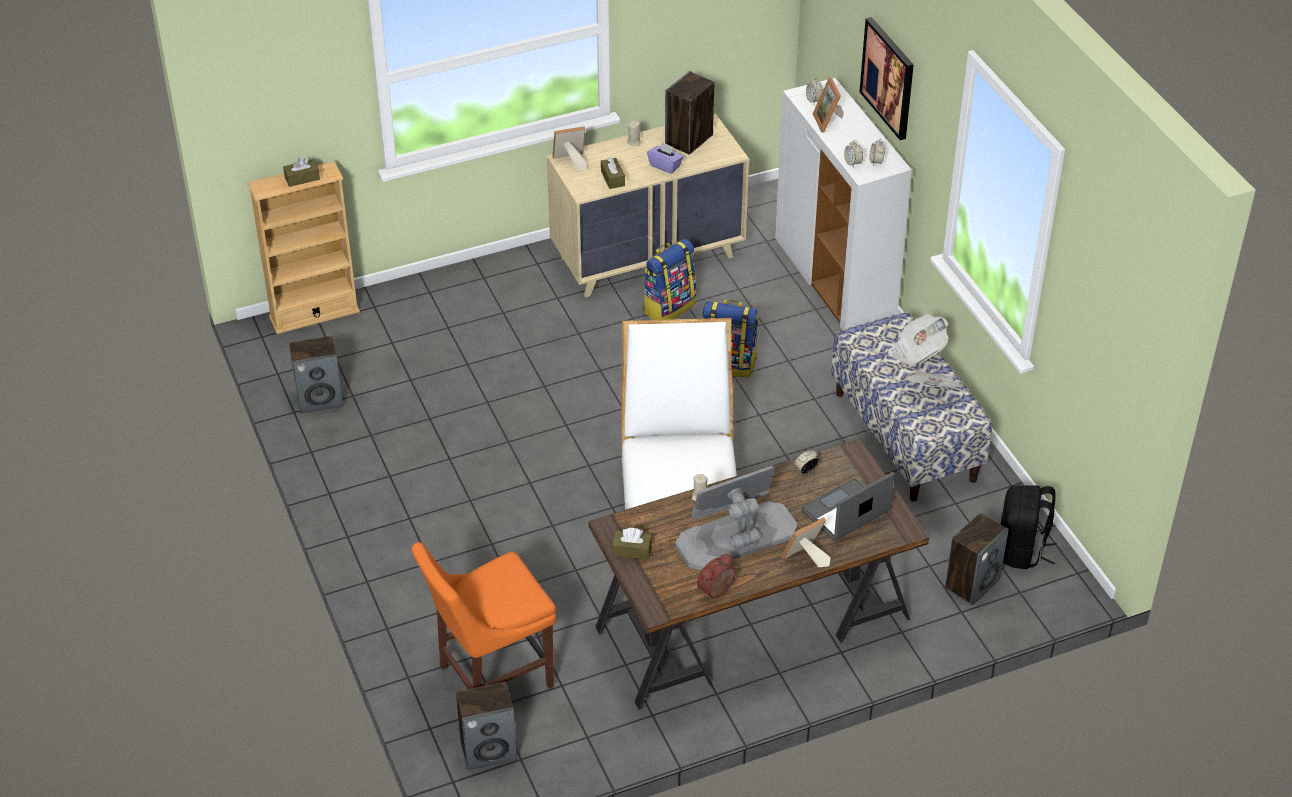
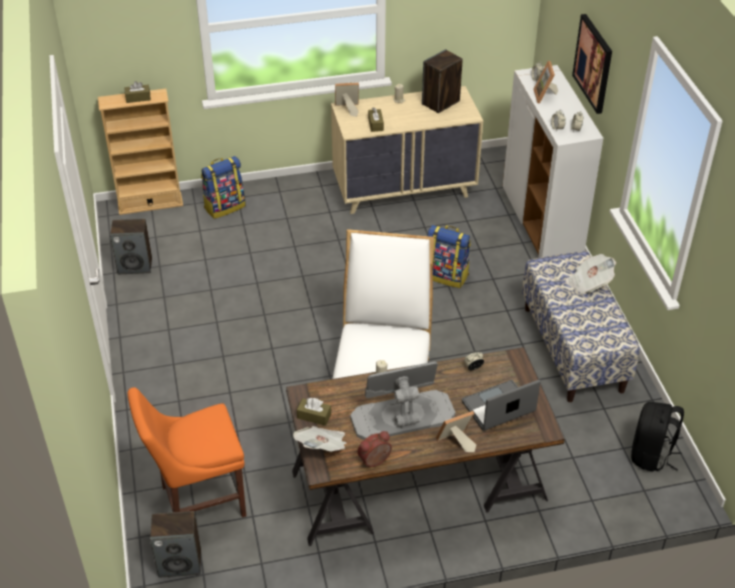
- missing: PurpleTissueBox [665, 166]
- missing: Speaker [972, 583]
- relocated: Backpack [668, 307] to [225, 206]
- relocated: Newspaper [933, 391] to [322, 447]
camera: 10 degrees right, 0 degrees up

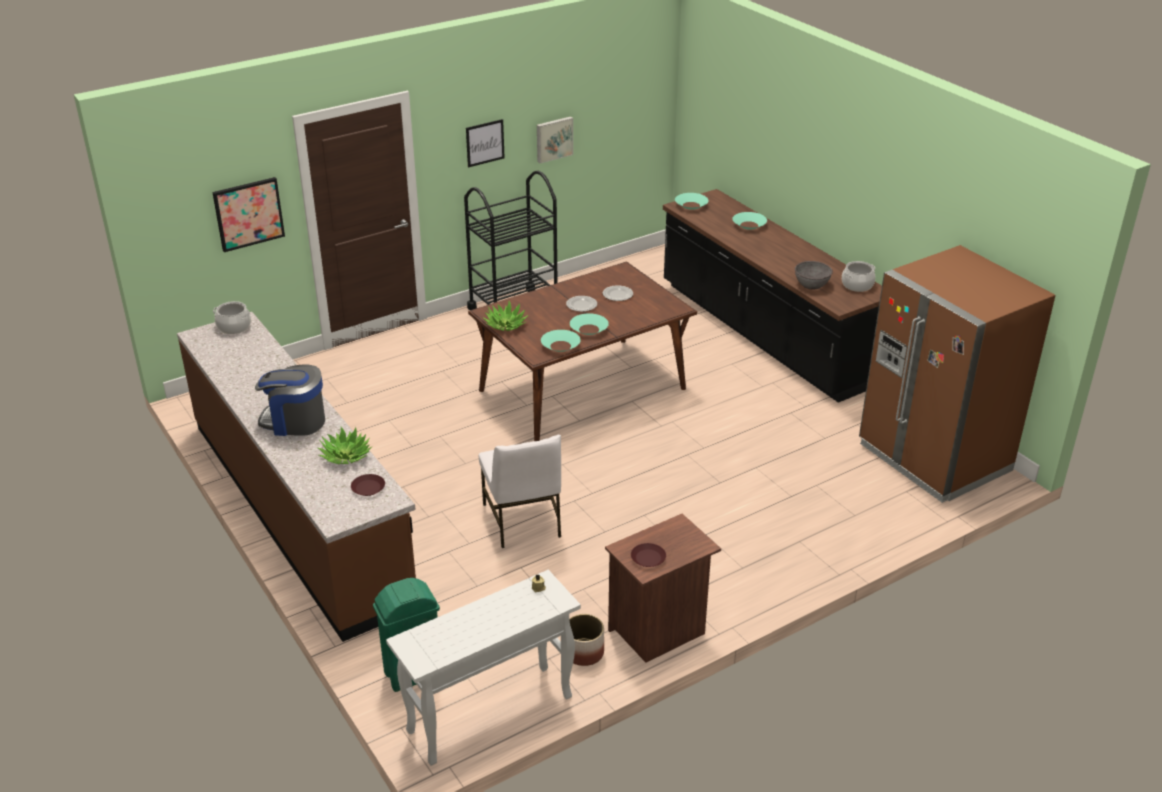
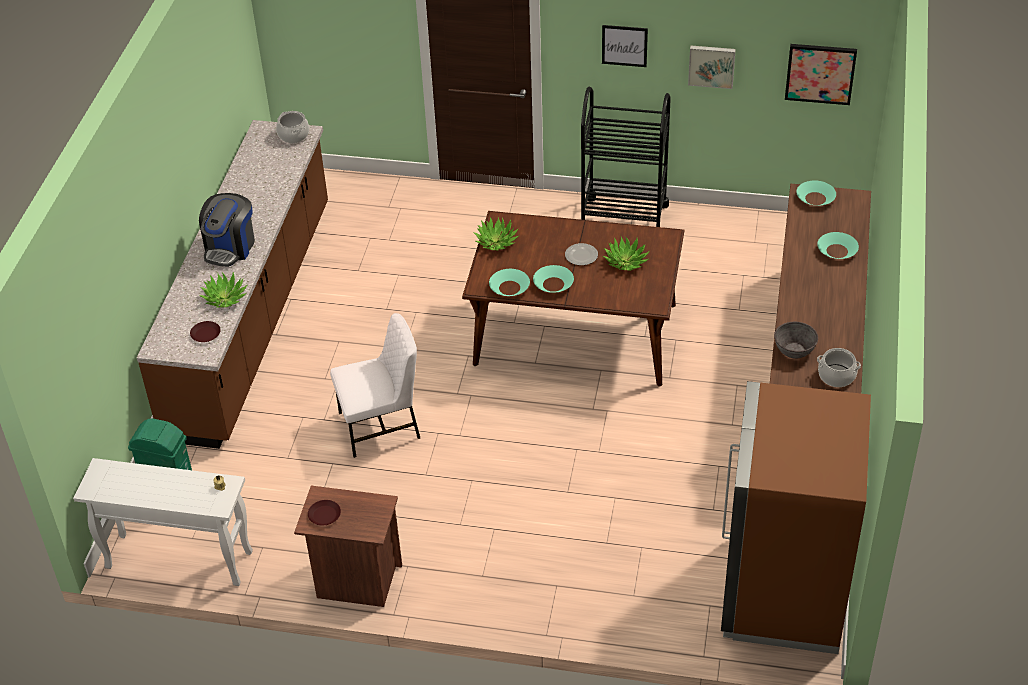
- missing: Planter [584, 652]
- relocated: Picture [248, 213] to [820, 73]
- exchanged: Plate [618, 294] to PottedPlant [626, 261]
- spun: CoffeeMachine [294, 421] = [230, 247] 120 degrees counterclockwise
- spun: WhiteChair [523, 521] = [381, 426] 135 degrees counterclockwise
camera: 45 degrees right, 10 degrees up

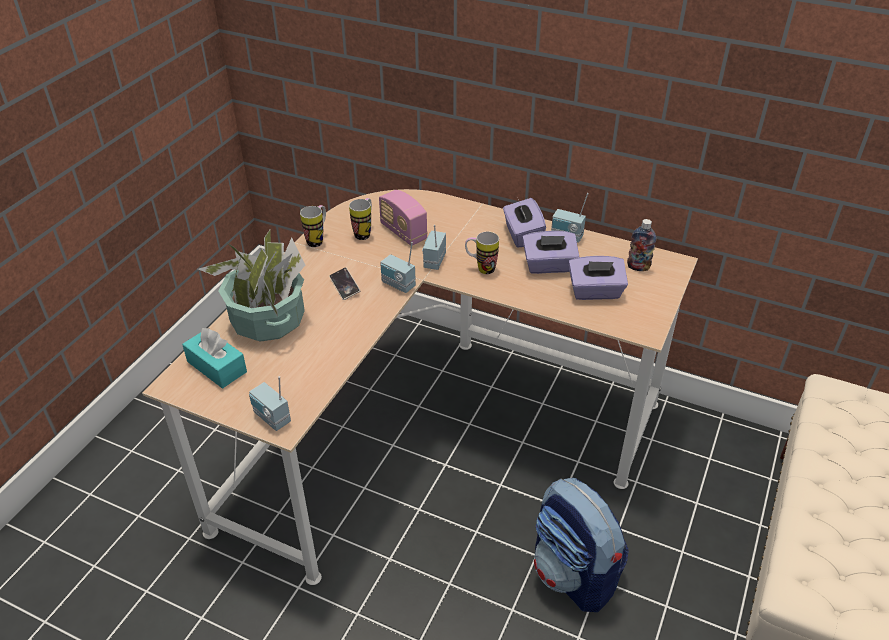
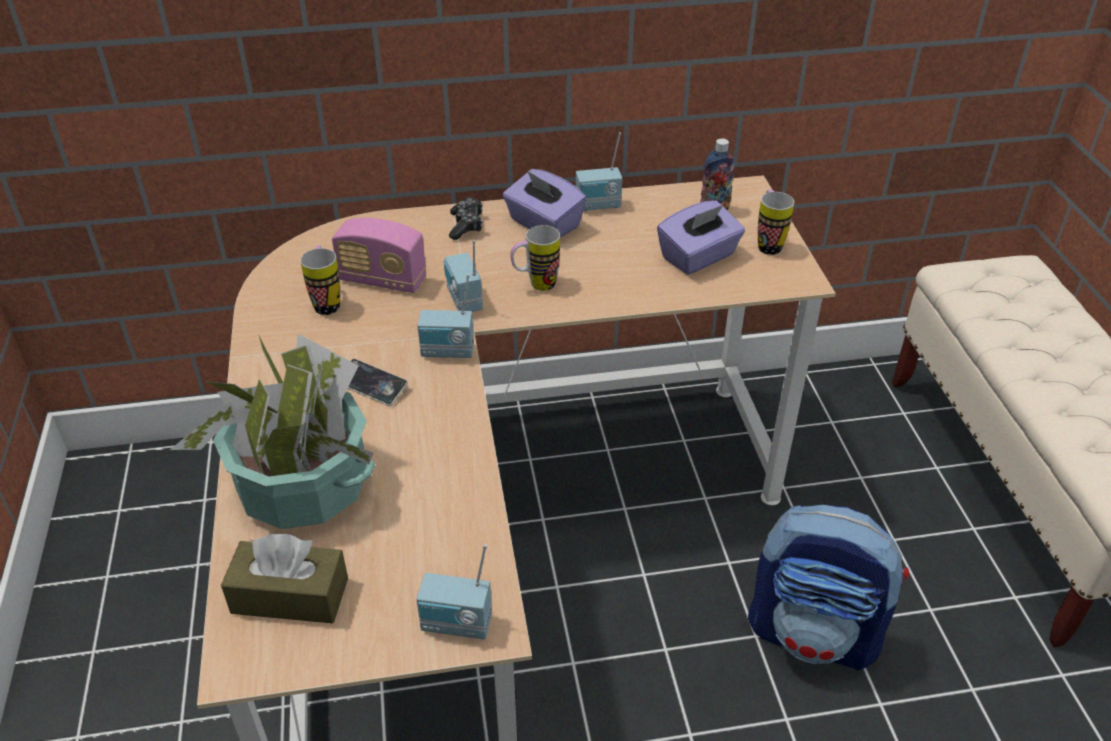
- missing: PurpleTissueBox [549, 266]
- appeared: GameController [466, 225]
- relocated: Mug [318, 240] to [767, 243]
- colour: TurquoiseTissueBox [217, 367] to BrownTissueBox [290, 596]
camera: 35 degrees left, 0 degrees up

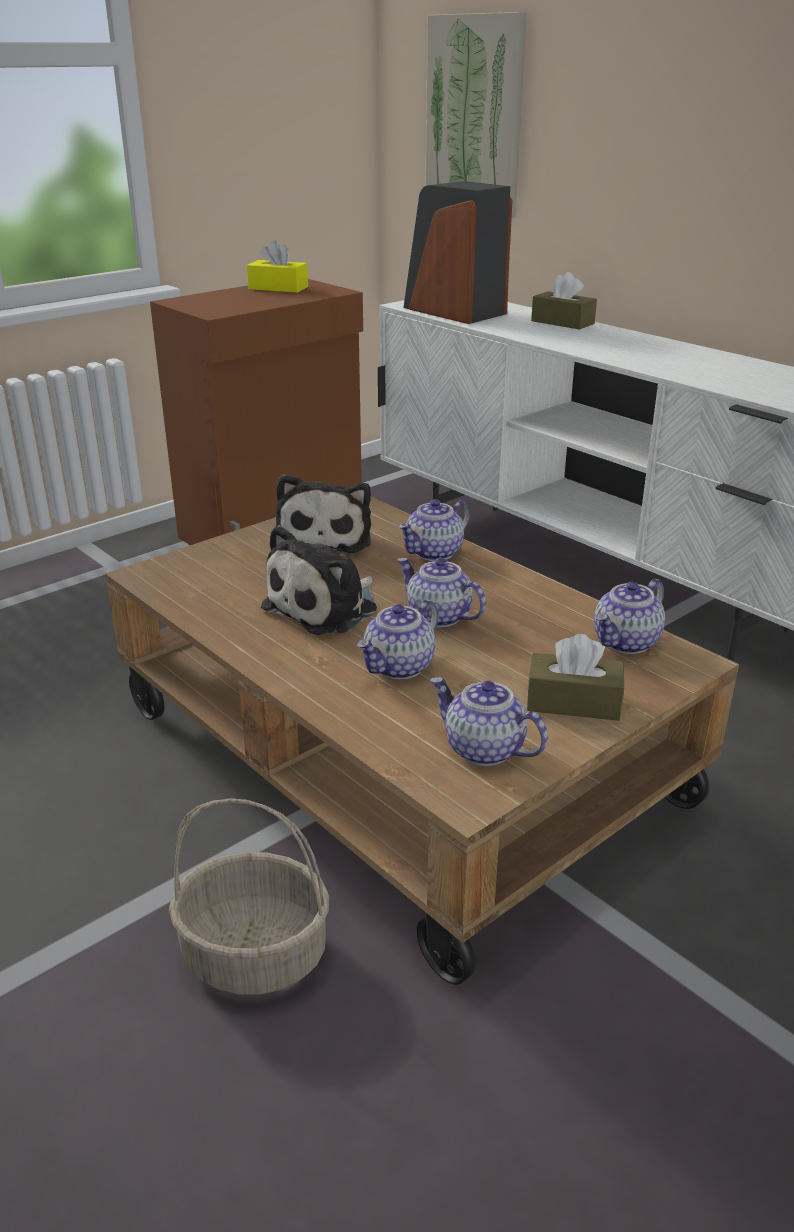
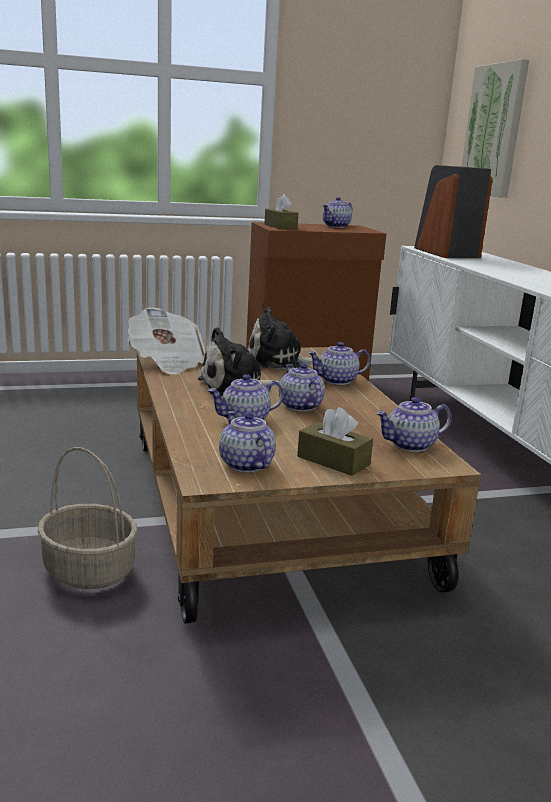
- appeared: Newspaper [167, 362]
- relocated: BrownTissueBox [562, 322] to [280, 227]
- exchanged: YellowTissueBox [278, 288] to Teapot [336, 226]
- spun: PlushToy [326, 537] = [278, 361] 60 degrees clockwise
camera: 25 degrees right, 10 degrees down

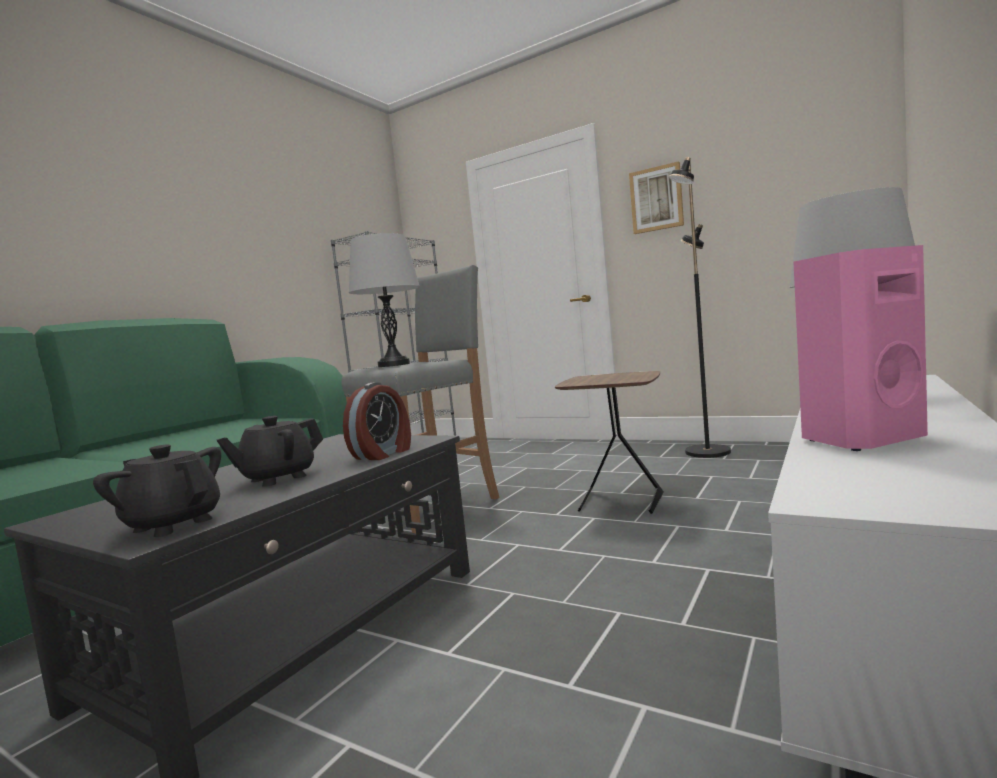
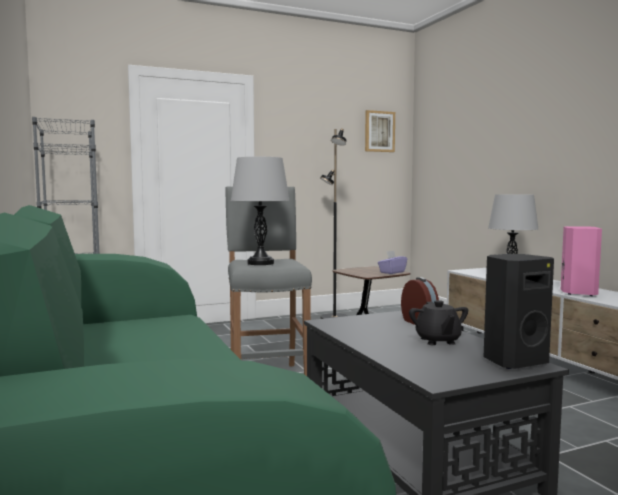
- appeared: PurpleTissueBox [392, 272]
- relocated: Picture [656, 199] to [379, 131]
- exchanged: BlackTeapot [173, 524] to BlackSpeaker [513, 361]
camera: 55 degrees left, 0 degrees up

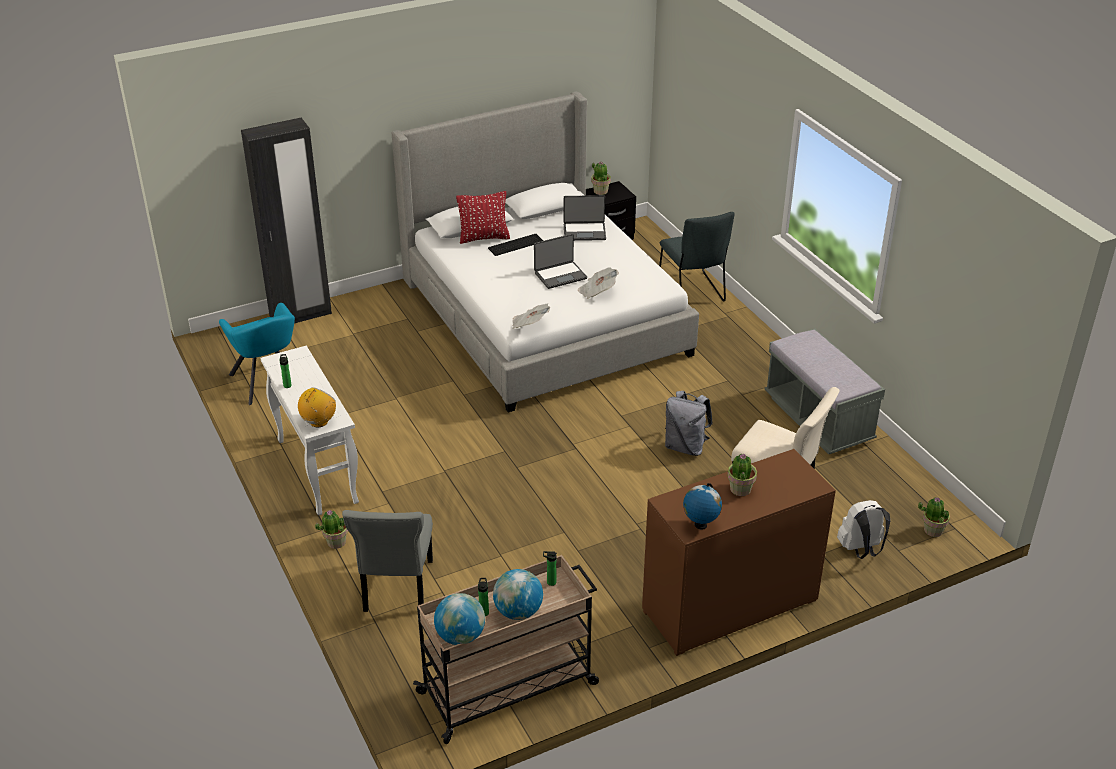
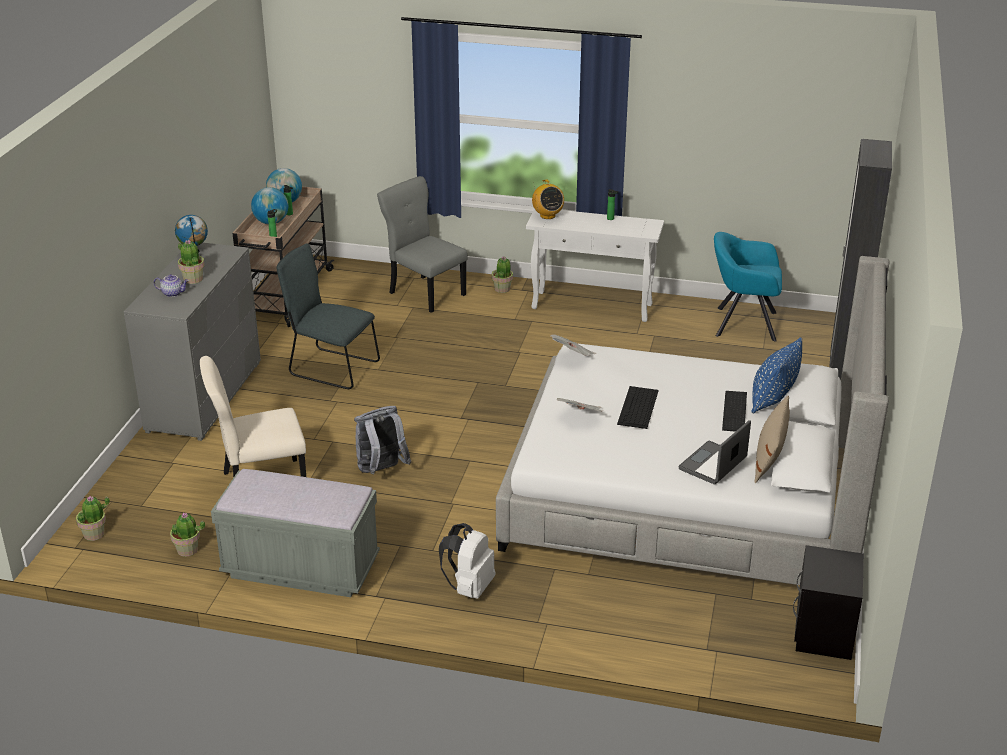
- appeared: Teapot [173, 293]
- appeared: BeigePillow [770, 457]
- relocated: PottedPlant [600, 191] to [187, 550]
- relocated: GreyChair [692, 292] to [330, 368]
- relocated: WhiteBackpack [861, 550] to [469, 587]
- exchanged: Laptop [560, 275] to Keyboard [638, 407]
- colour: RedPillow [484, 238] to BluePillow [772, 400]
- colour: BrownDresser [730, 606] to GreyDresser [204, 396]
camera: 130 degrees right, 5 degrees down

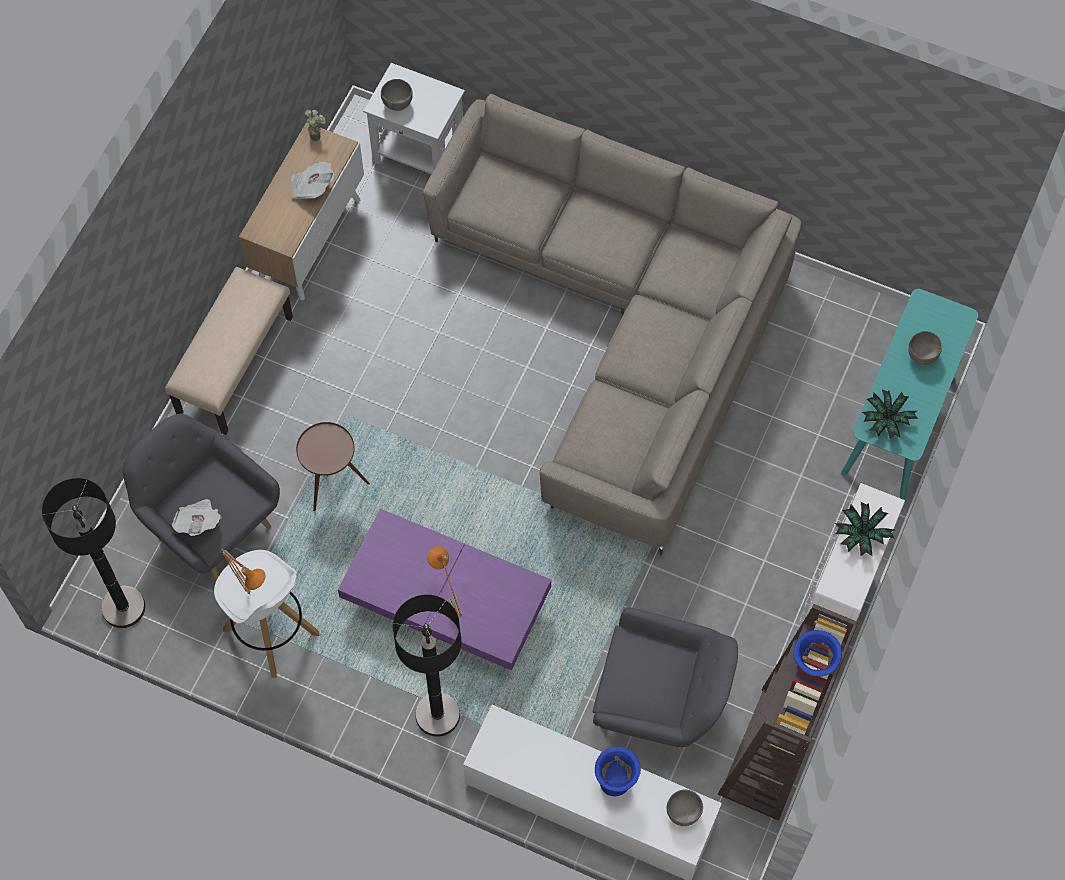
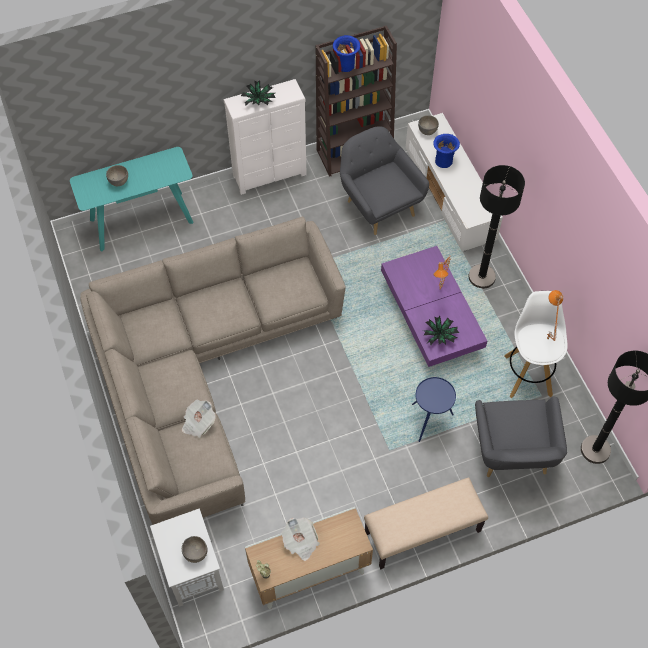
- relocated: Newspaper [199, 522] to [198, 423]
- relocated: PottedPlant [886, 420] to [440, 336]
- colour: BrownSideTable [332, 483] to BlueSideTable [430, 420]
camera: 135 degrees left, 5 degrees down

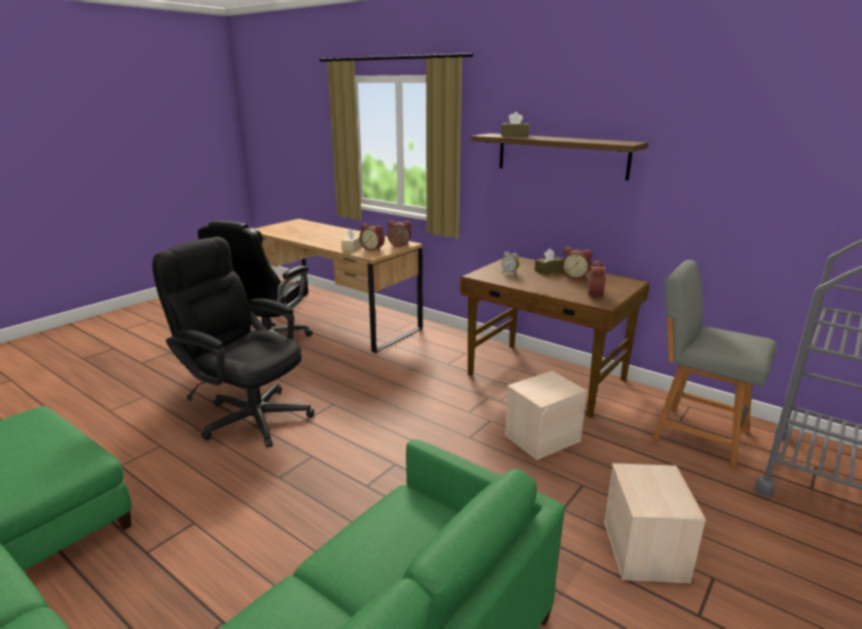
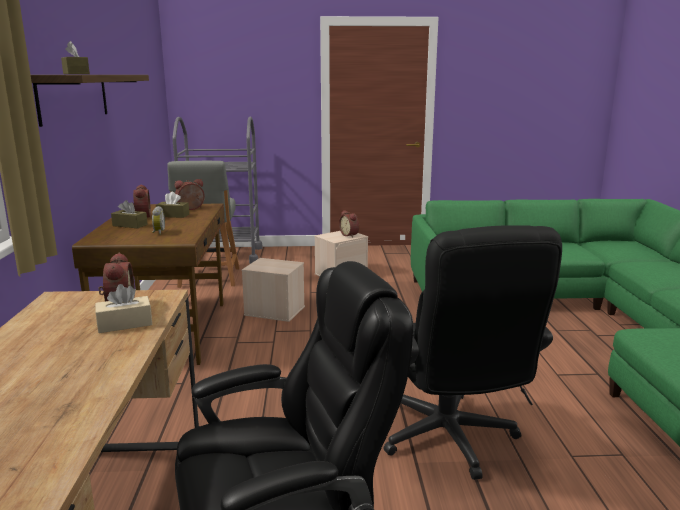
- appeared: BrownTissueBox [173, 215]
- relocated: AlarmClock [399, 245] to [350, 235]
camera: 130 degrees left, 5 degrees down

